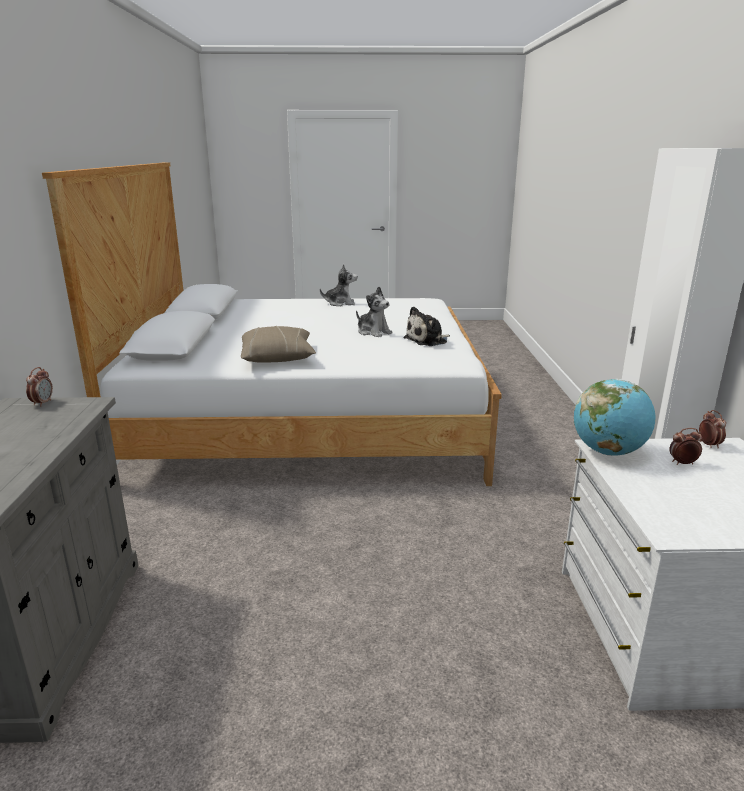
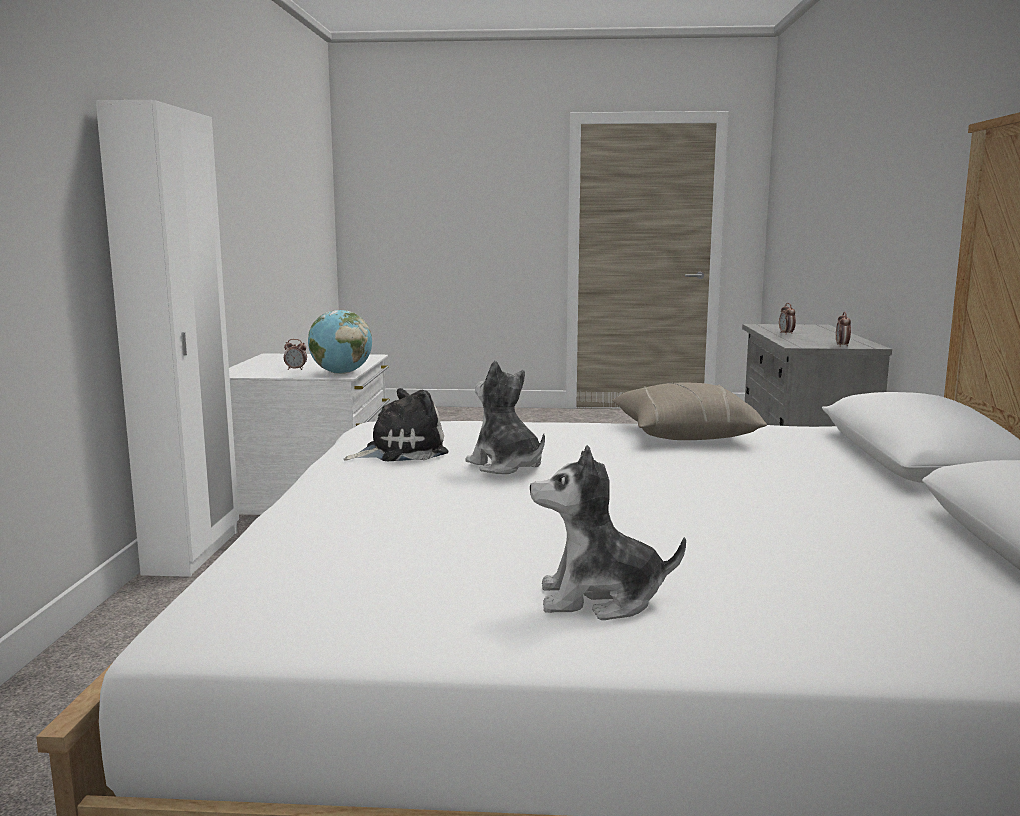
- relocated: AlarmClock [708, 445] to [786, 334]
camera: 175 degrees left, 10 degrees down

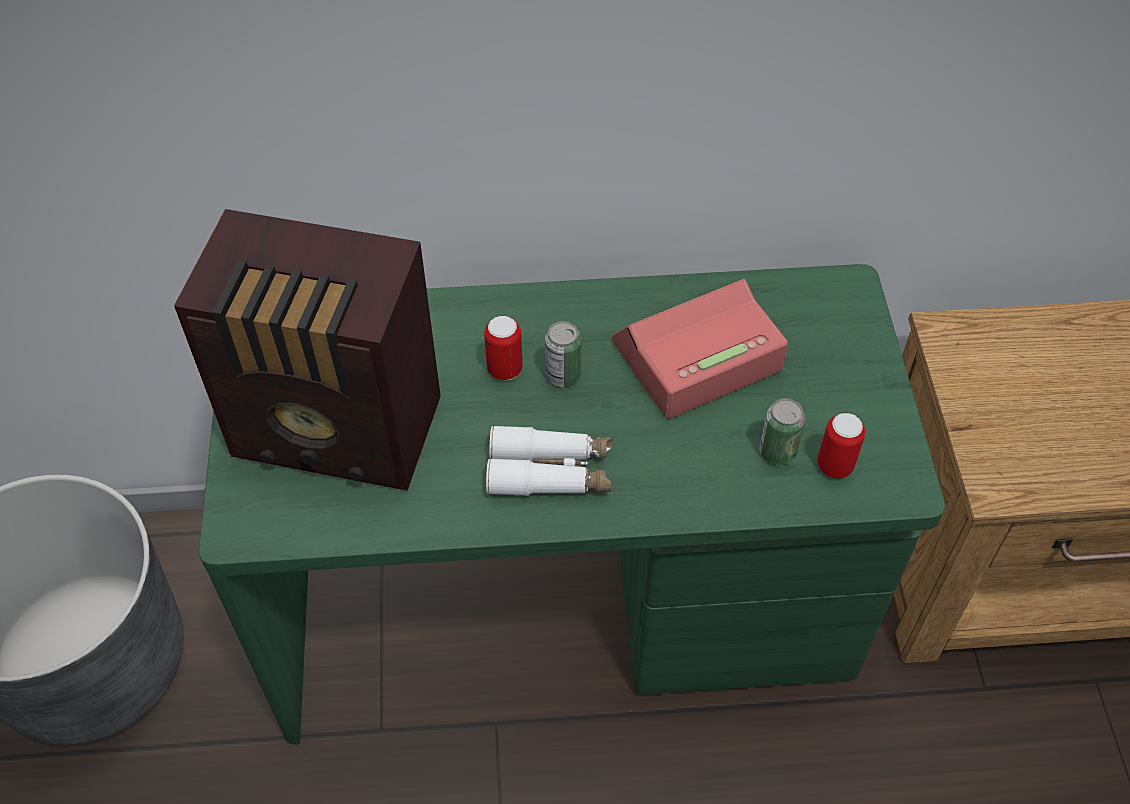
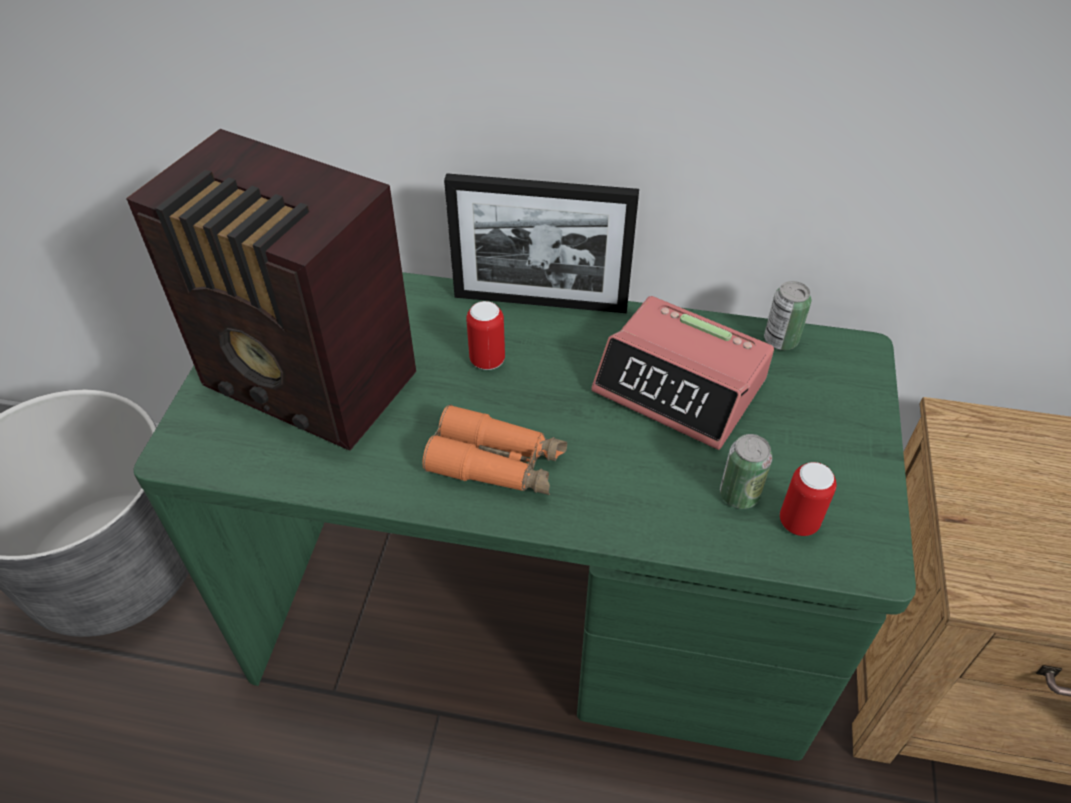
- appeared: PictureFrame [540, 302]
- relocated: Can [563, 375] to [780, 340]
- colour: WhiteBinoculars [550, 472] to OrangeBinoculars [497, 463]
- spun: AlarmClock [696, 357] = [681, 386] 135 degrees counterclockwise
camera: 15 degrees right, 5 degrees down

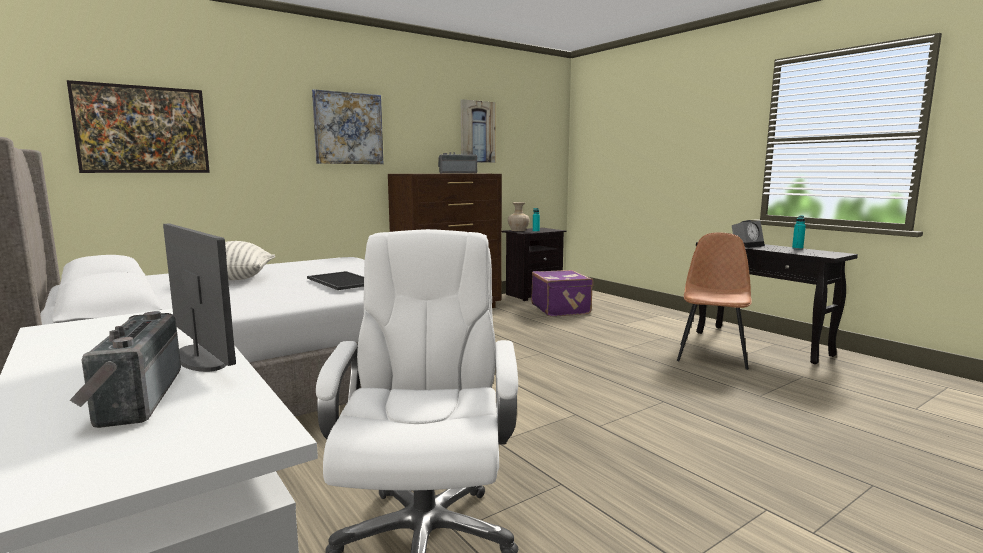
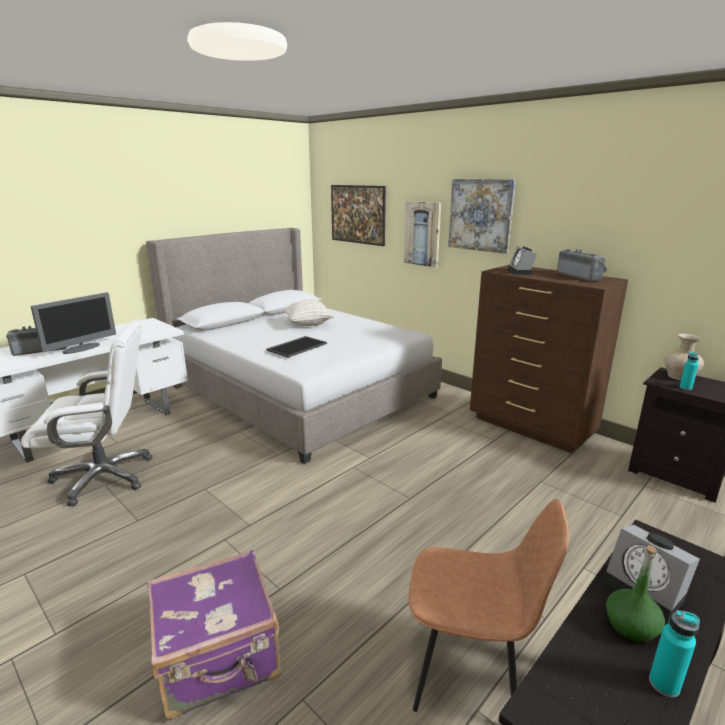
- appeared: AlarmClock [521, 272]
- appeared: GreenBottle [631, 627]
- relocated: Picture [477, 132] to [422, 234]
- relocated: PurpleSuitcase [561, 309] to [219, 659]
camera: 80 degrees right, 10 degrees up

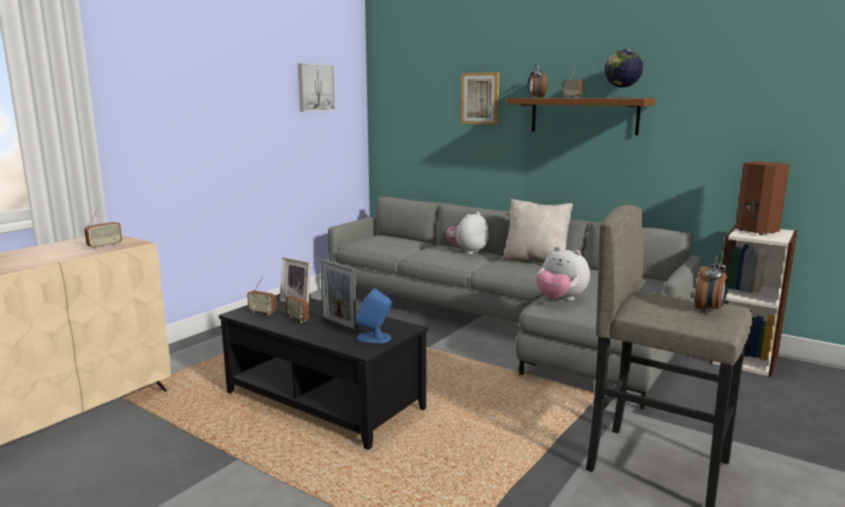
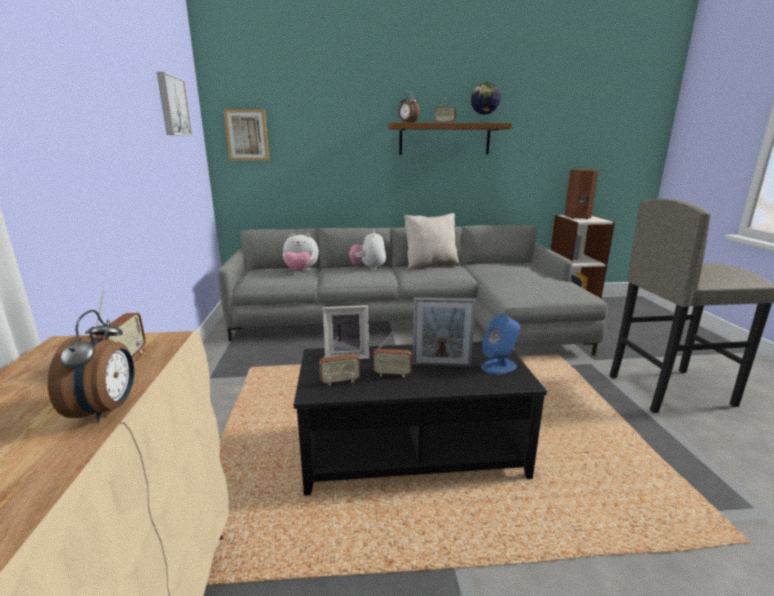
- relocated: Picture [480, 98] to [247, 135]
- relocated: PlushToy [560, 300] to [301, 271]
- relocated: AlarmClock [709, 310] to [107, 410]
camera: 40 degrees left, 5 degrees up

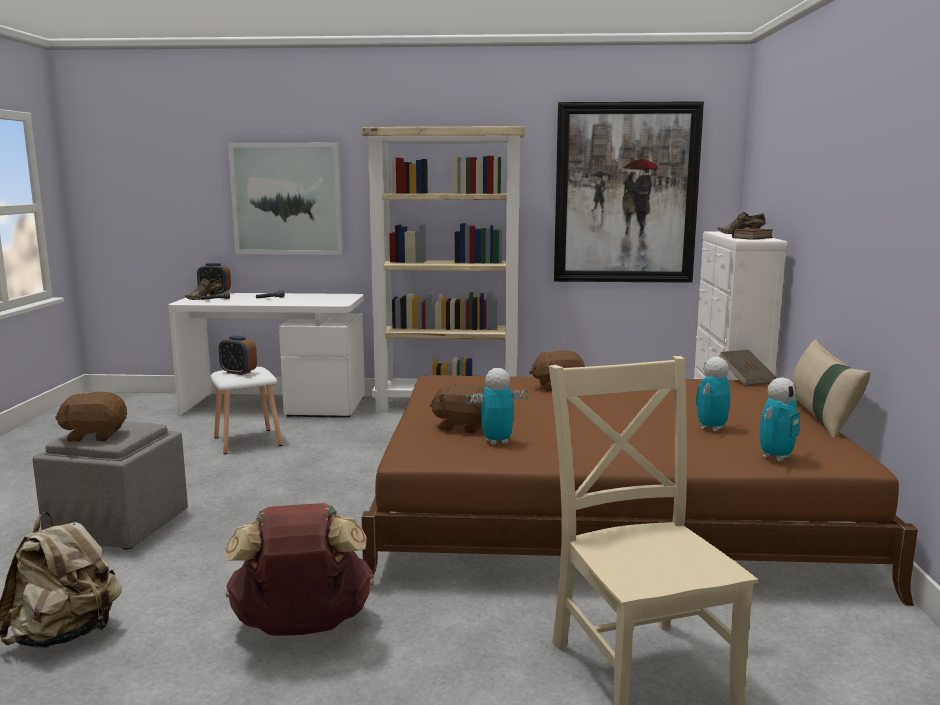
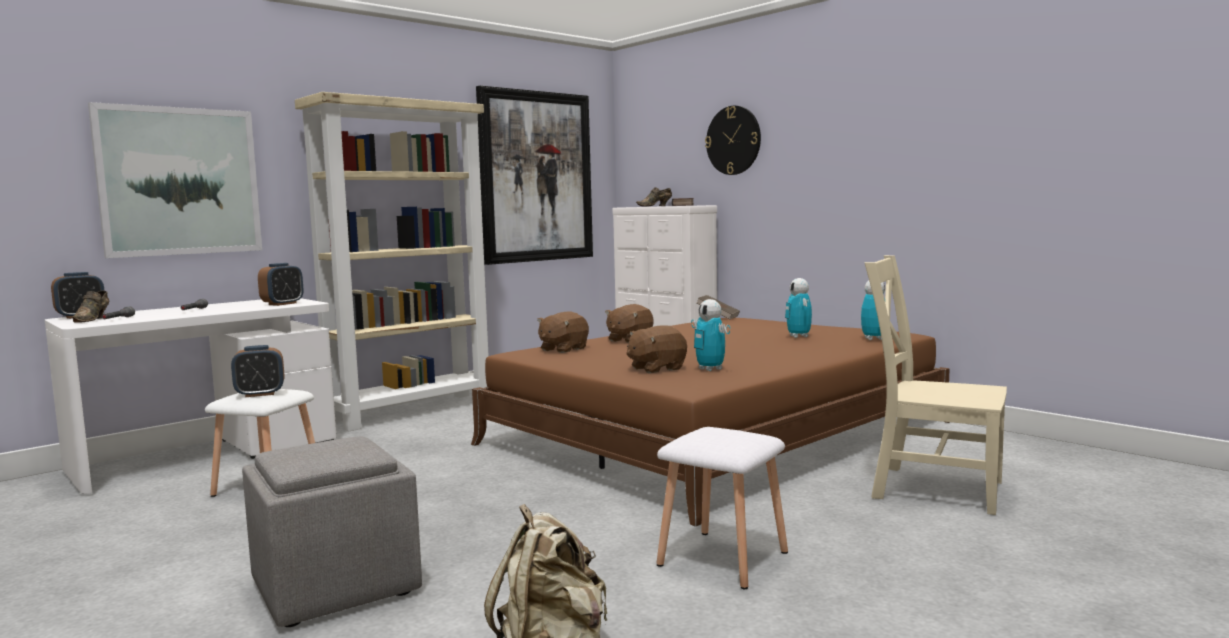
- missing: BeigePillow [821, 417]
- appeared: AlarmClock [282, 304]
- appeared: WallClock [733, 140]
- relocated: BrownPlushToy [95, 436] to [563, 349]
- exchanged: BrownBackpack [302, 628] to WhiteStool [723, 559]
- spun: ToyRobot [496, 441] = [710, 369] 60 degrees counterclockwise
camera: 45 degrees left, 5 degrees down

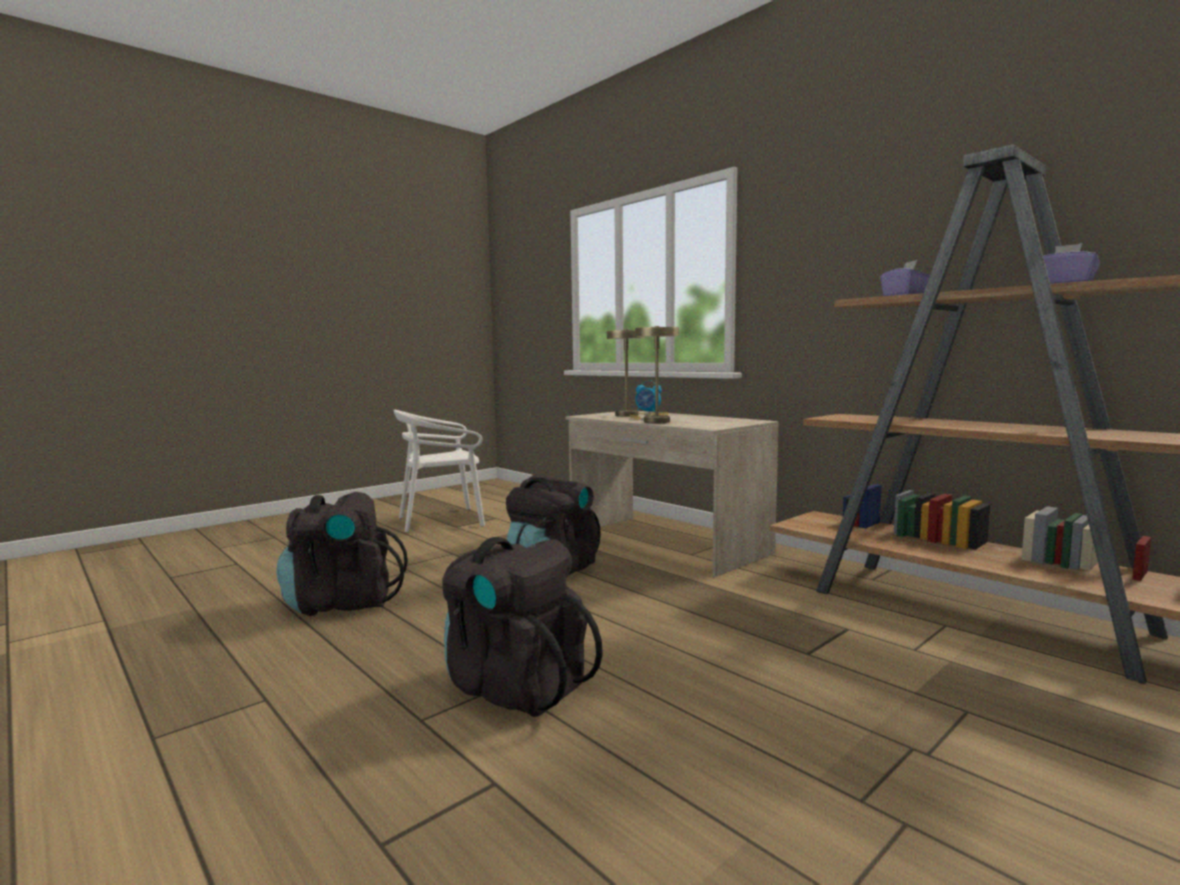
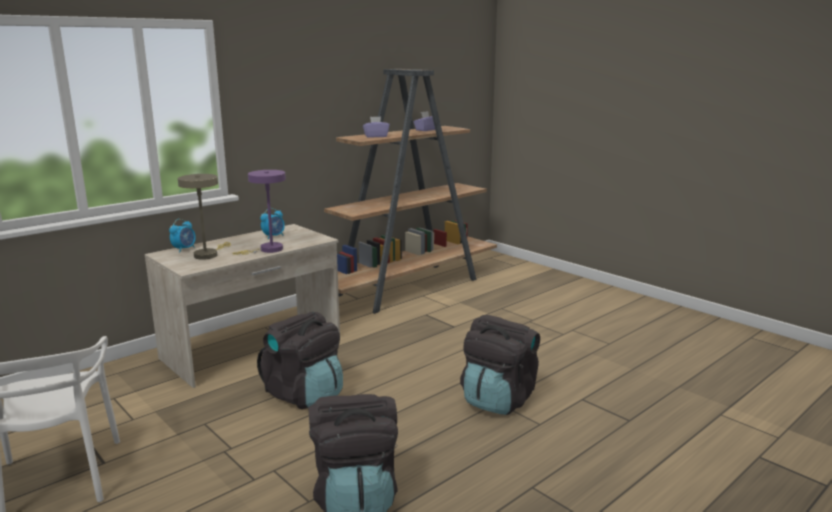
- appeared: AlarmClock [274, 236]
- colour: BeigeTableLamp [653, 421] to PurpleTableLamp [267, 250]
camera: 90 degrees left, 10 degrees up

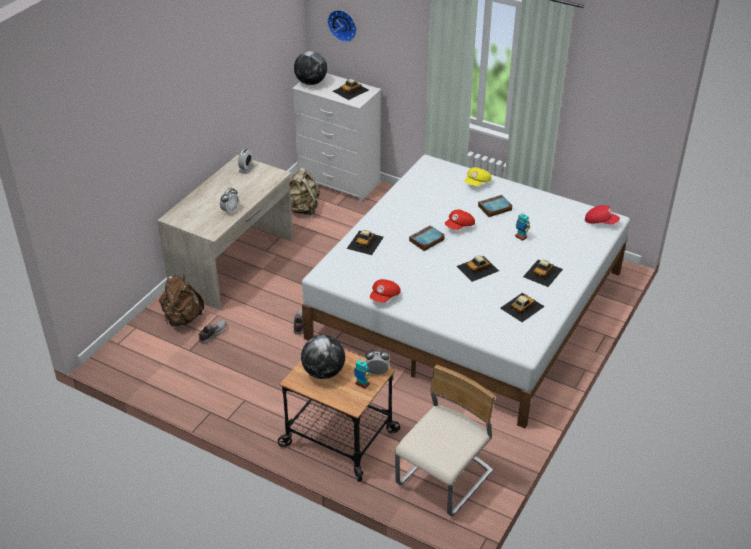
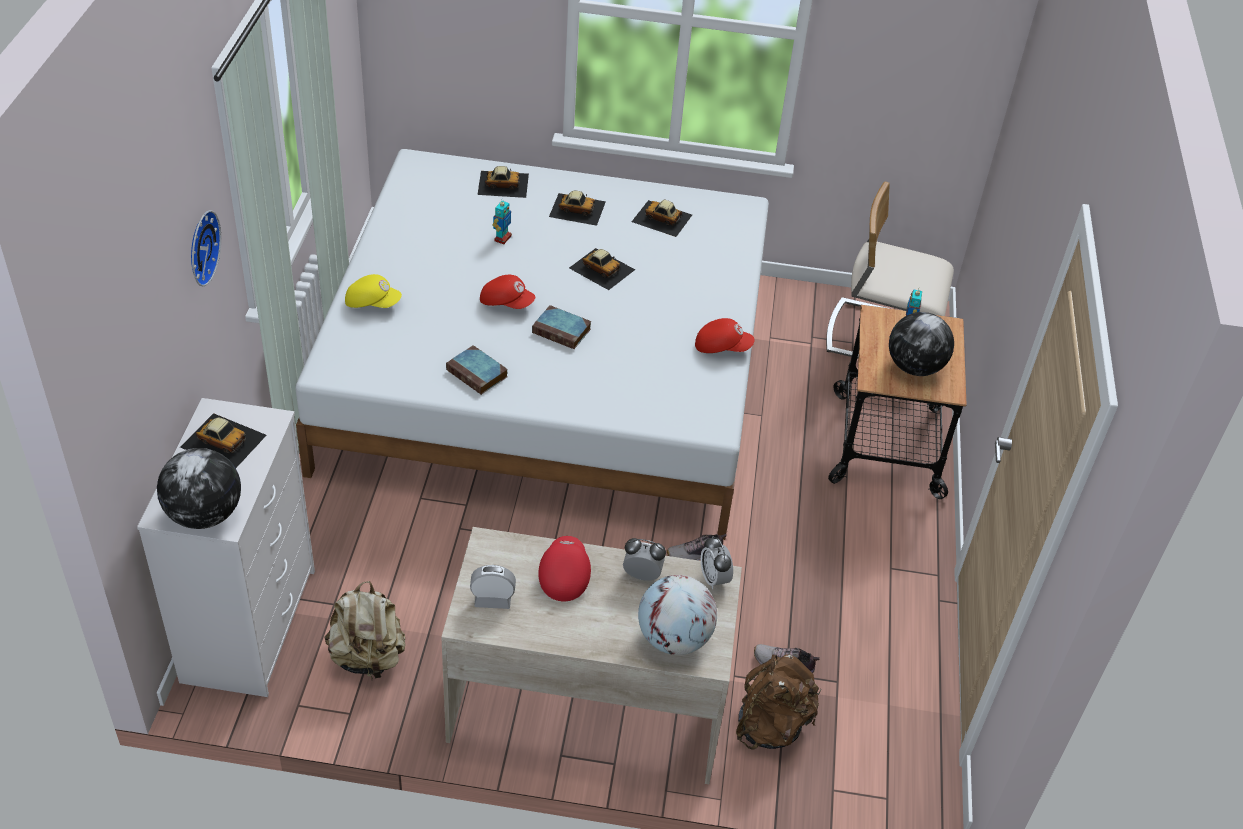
- appeared: Globe [674, 638]
- relocated: WallClock [343, 24] to [200, 247]
- relocated: ToyCar [365, 242] to [503, 183]
- relocated: AlarmClock [377, 372] to [714, 579]
- relocated: Book [494, 208] to [478, 374]
- relocated: RedCap [600, 222] to [563, 575]
camera: 115 degrees left, 5 degrees up

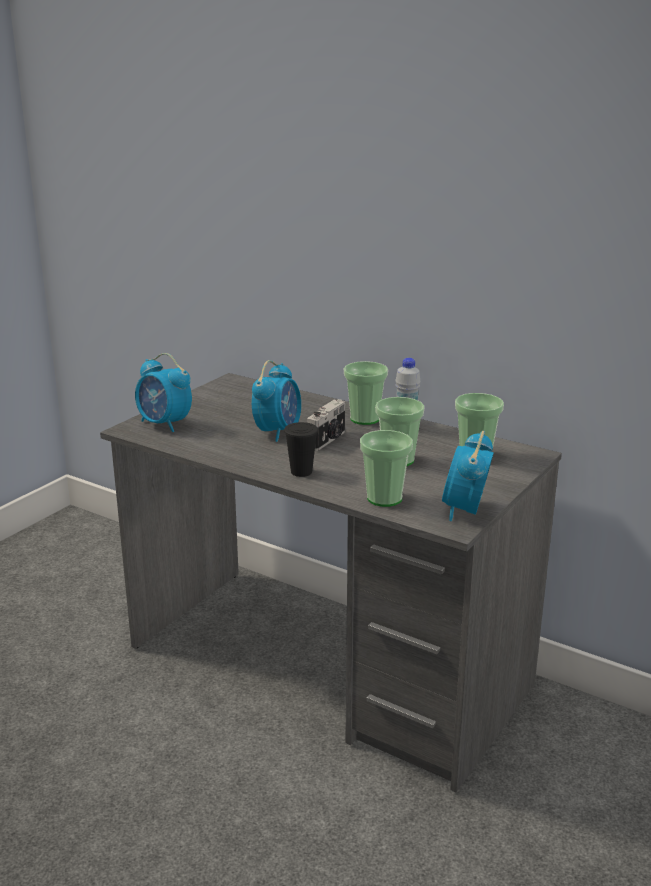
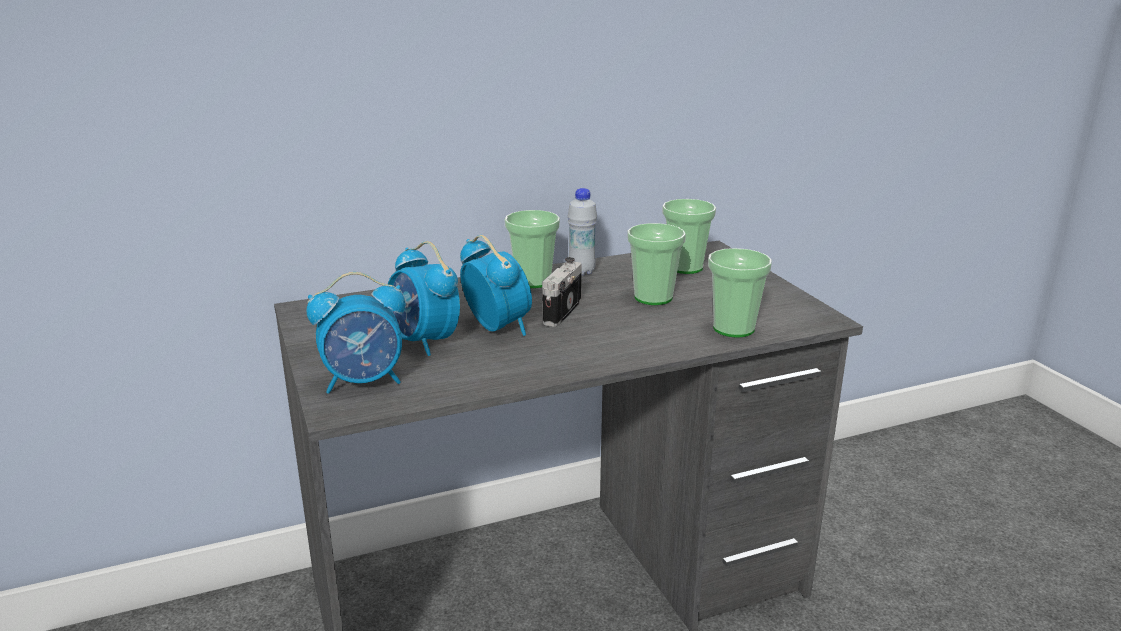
- missing: BlackCup [301, 472]
- relocated: AlarmClock [465, 511] to [424, 342]
- spun: PhotoCamera [328, 440] = [560, 311] 135 degrees counterclockwise
camera: 55 degrees left, 0 degrees up

